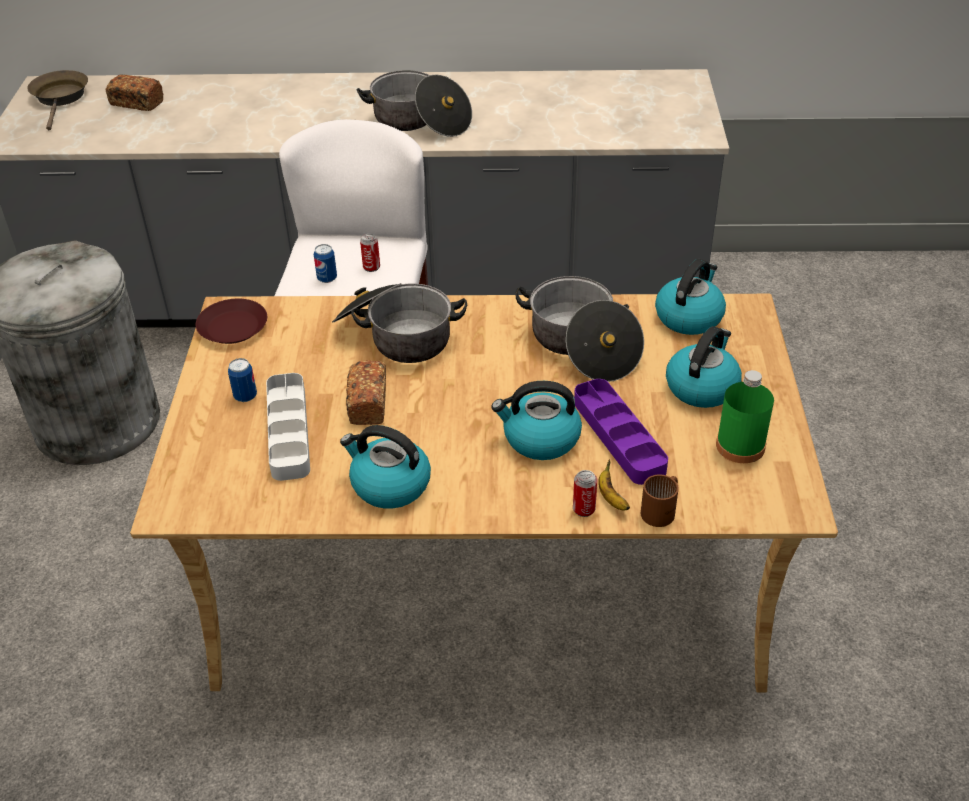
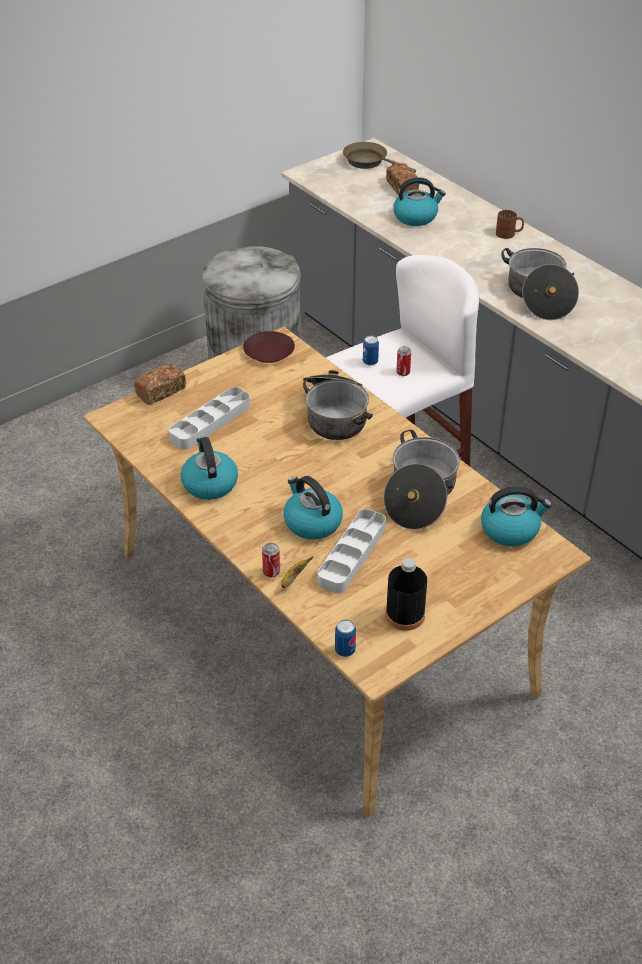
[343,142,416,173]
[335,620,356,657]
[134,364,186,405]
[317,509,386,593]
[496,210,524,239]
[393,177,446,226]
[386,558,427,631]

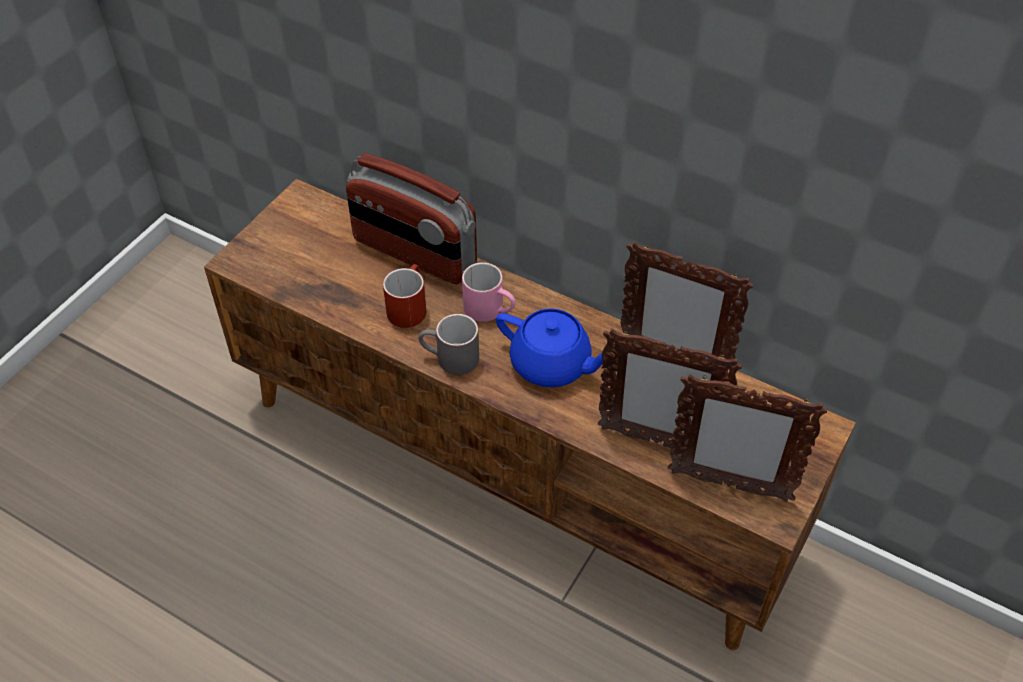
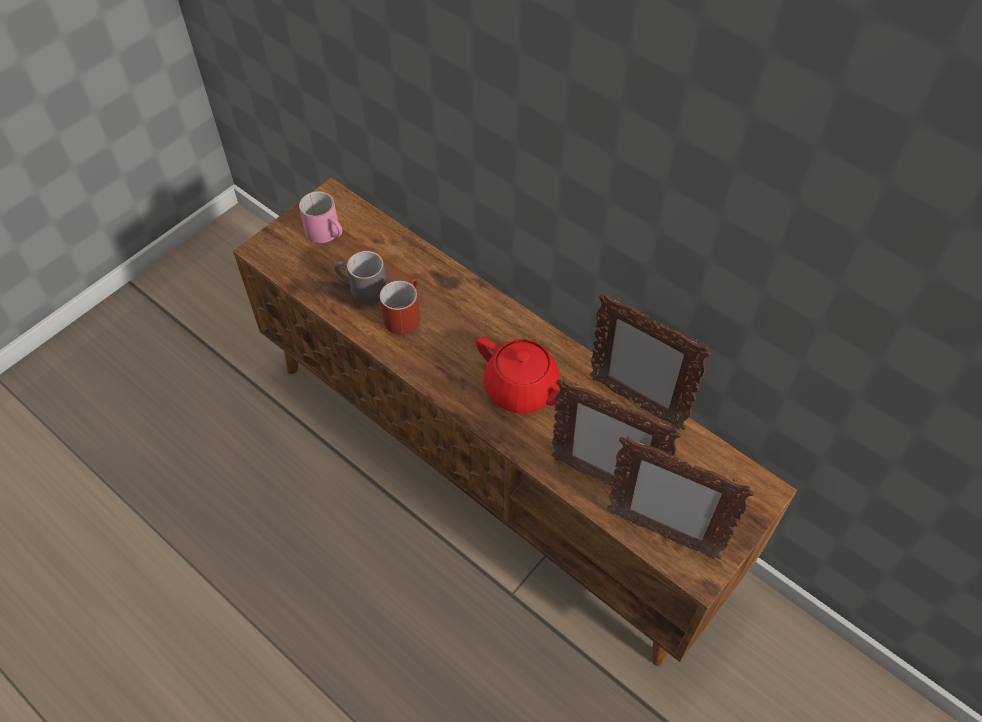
[346,153,477,285] (first image)
[334,251,387,304]
[299,191,342,243]
[476,337,560,413]

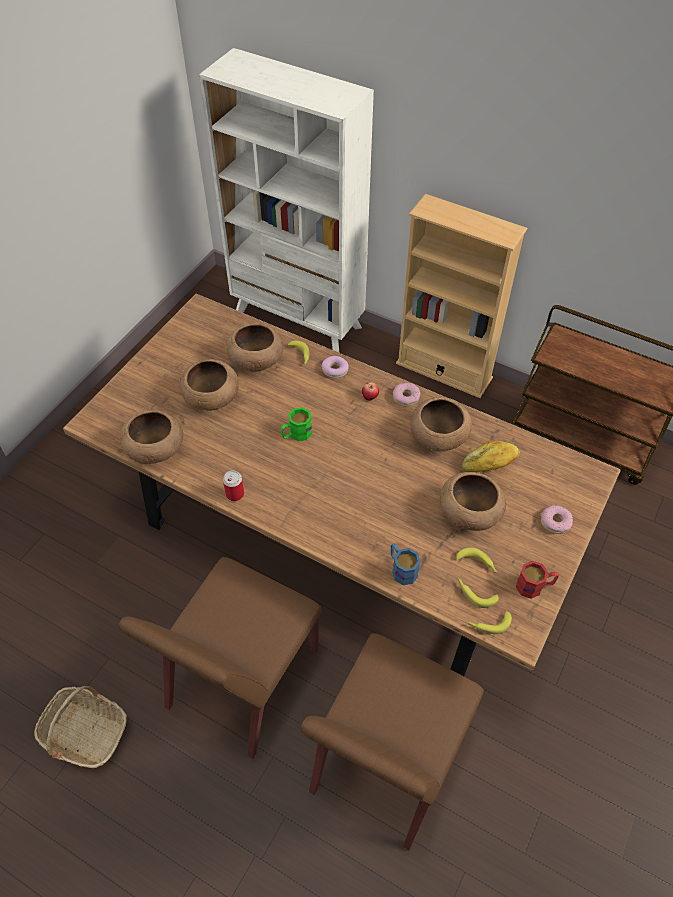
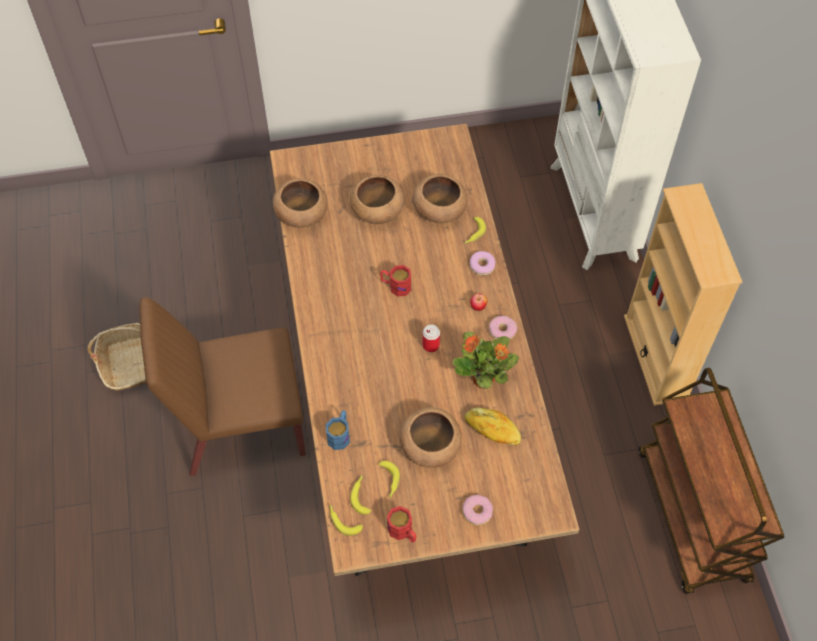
[422,324,440,352]
[380,265,411,297]
[300,633,484,850] (first image)
[453,332,519,389]

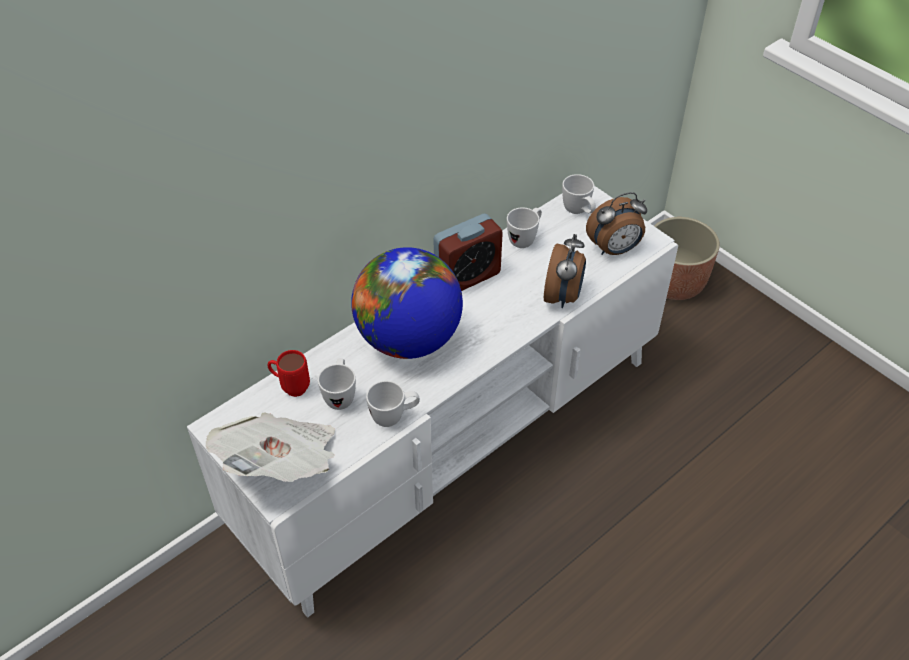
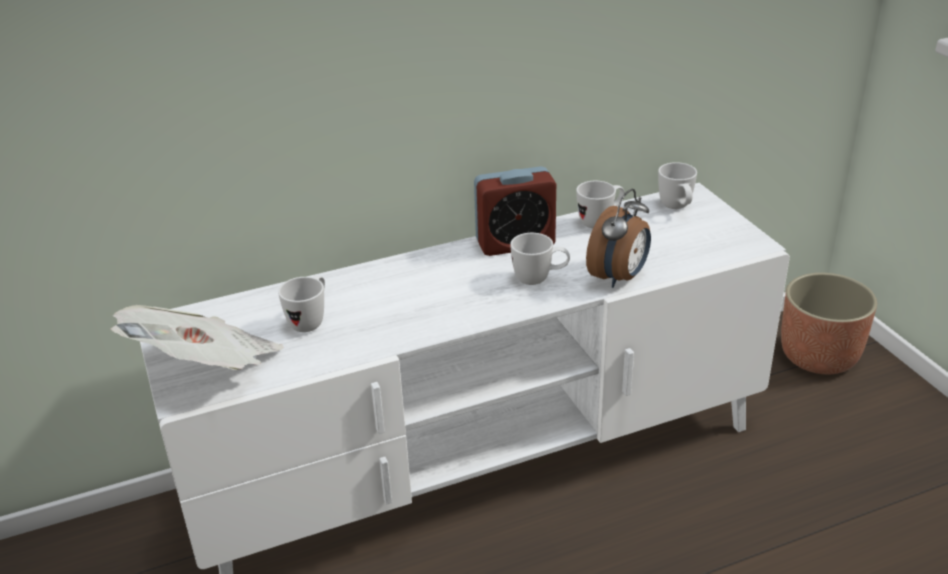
[268,350,310,397] (first image)
[351,247,463,359] (first image)
[510,233,570,285]
[586,192,647,255] (first image)

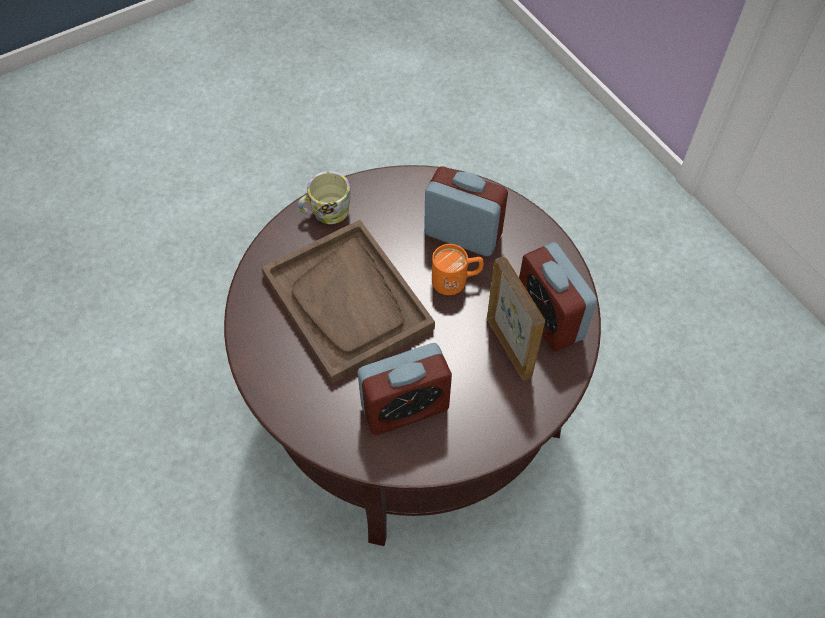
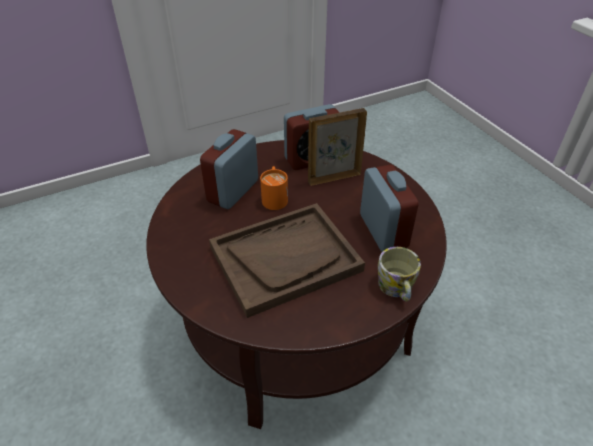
[378,247,421,301]

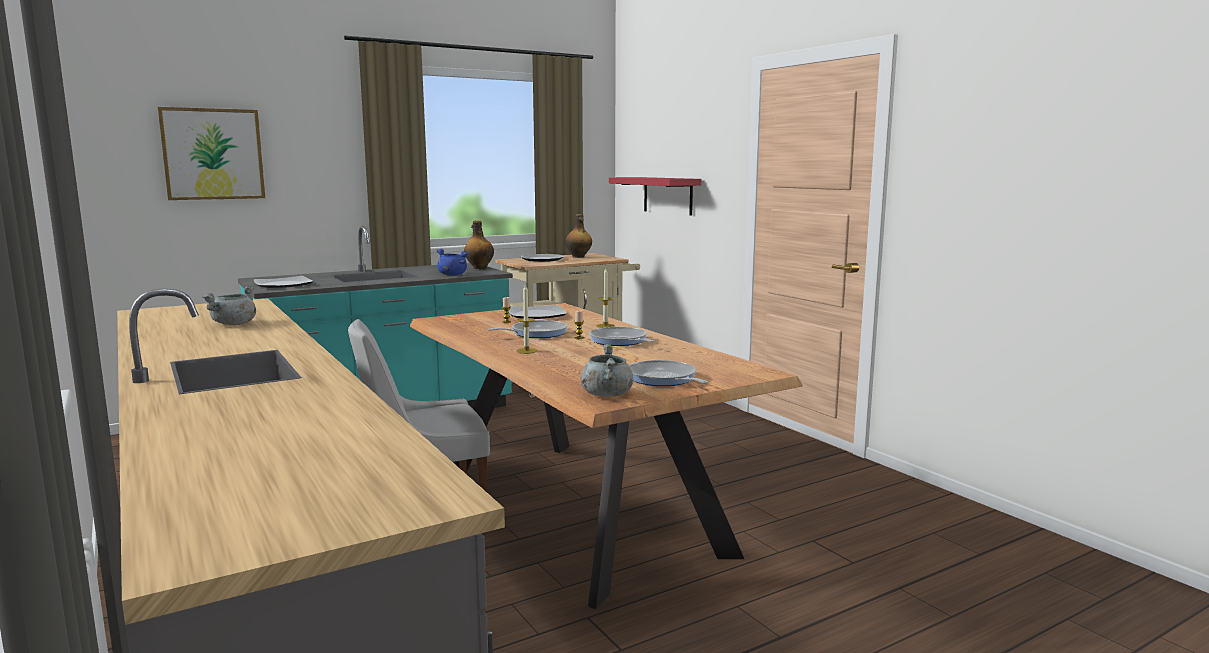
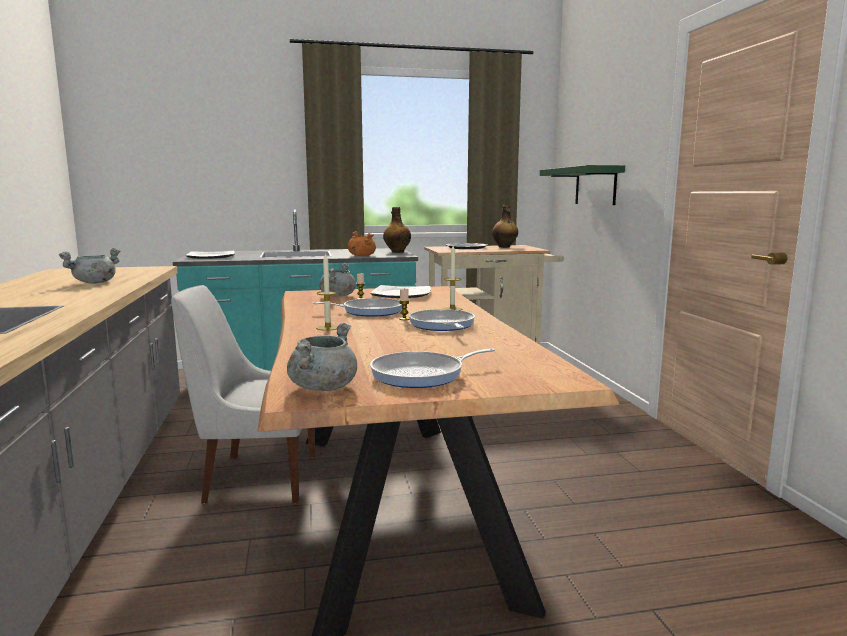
[158,107,265,200] (first image)
[348,231,376,256]
[540,165,625,205]
[370,348,495,388]
[319,263,356,297]

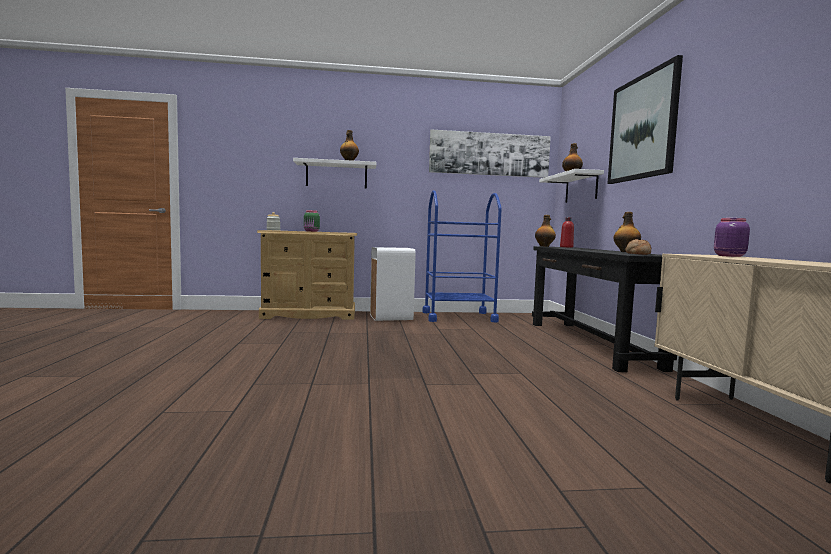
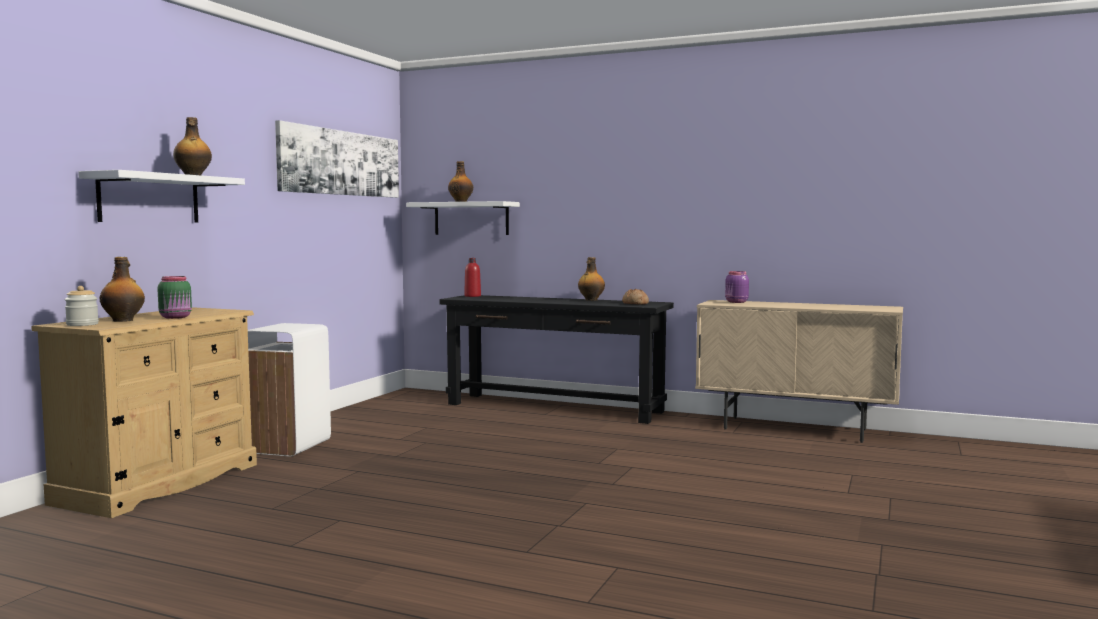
[422,190,502,323] (first image)
[100,257,145,322]
[608,55,683,184] (first image)

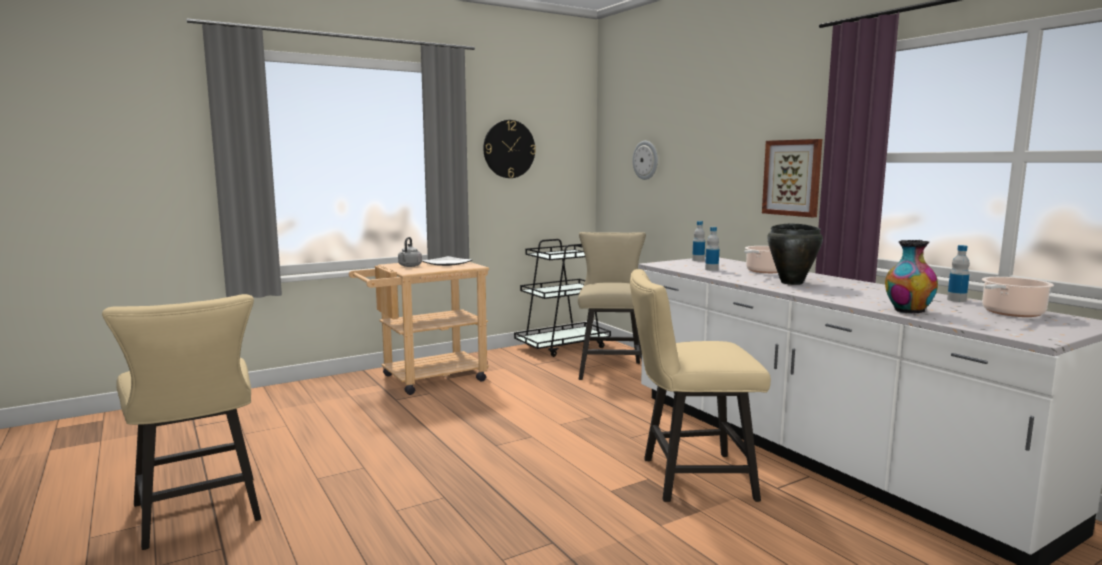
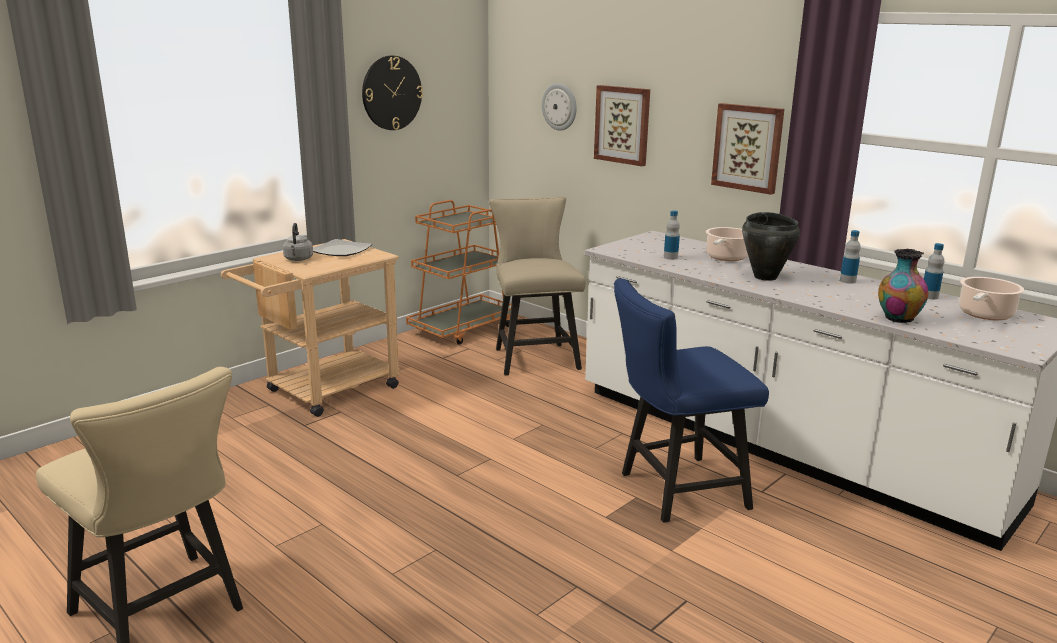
[406,200,511,345]
[614,279,769,523]
[840,230,861,284]
[594,85,650,166]

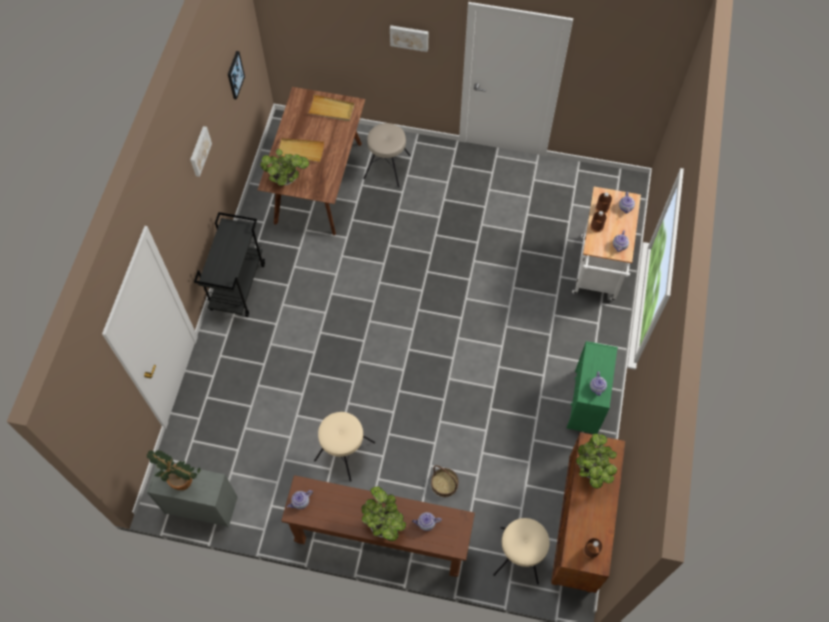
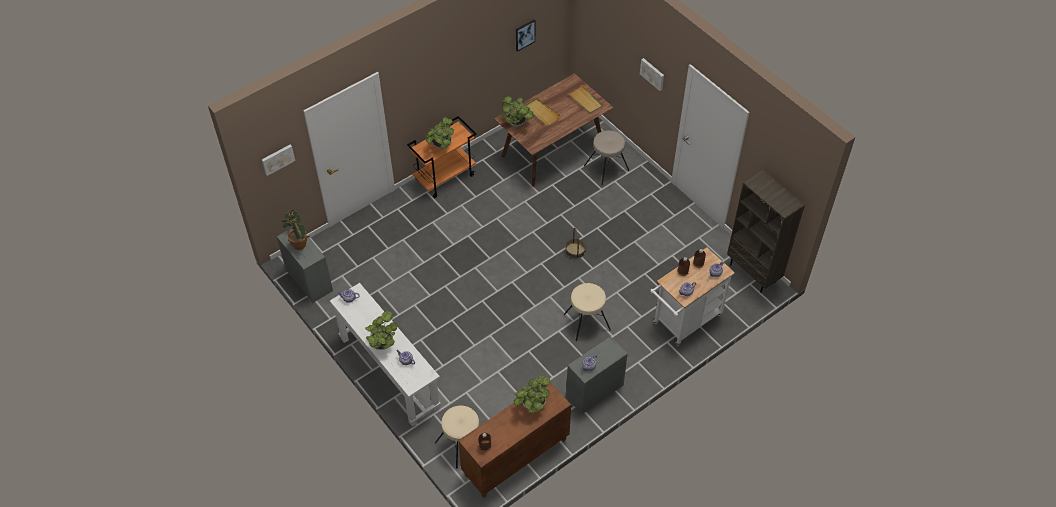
[262,145,295,176]
[407,116,477,198]
[330,283,441,426]
[564,283,611,341]
[565,227,586,259]
[566,336,628,415]
[426,117,454,149]
[727,170,805,293]

